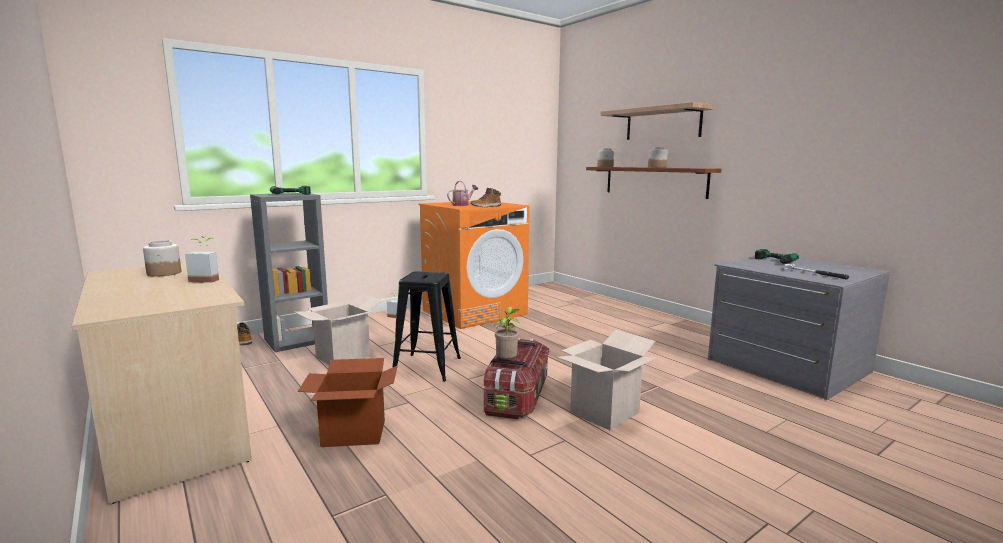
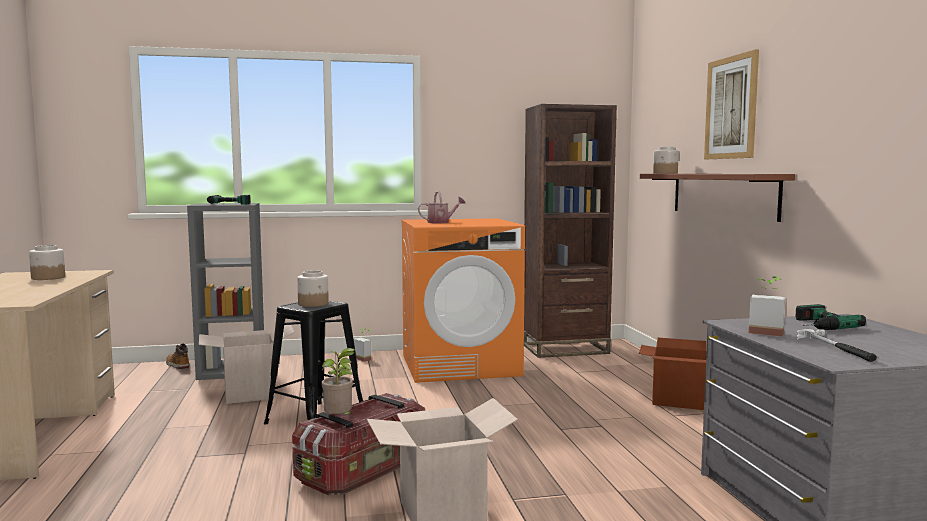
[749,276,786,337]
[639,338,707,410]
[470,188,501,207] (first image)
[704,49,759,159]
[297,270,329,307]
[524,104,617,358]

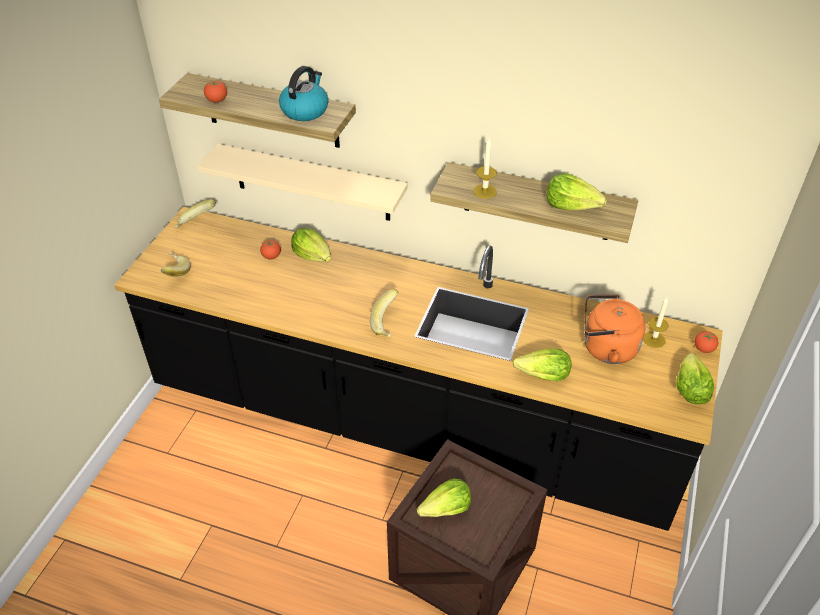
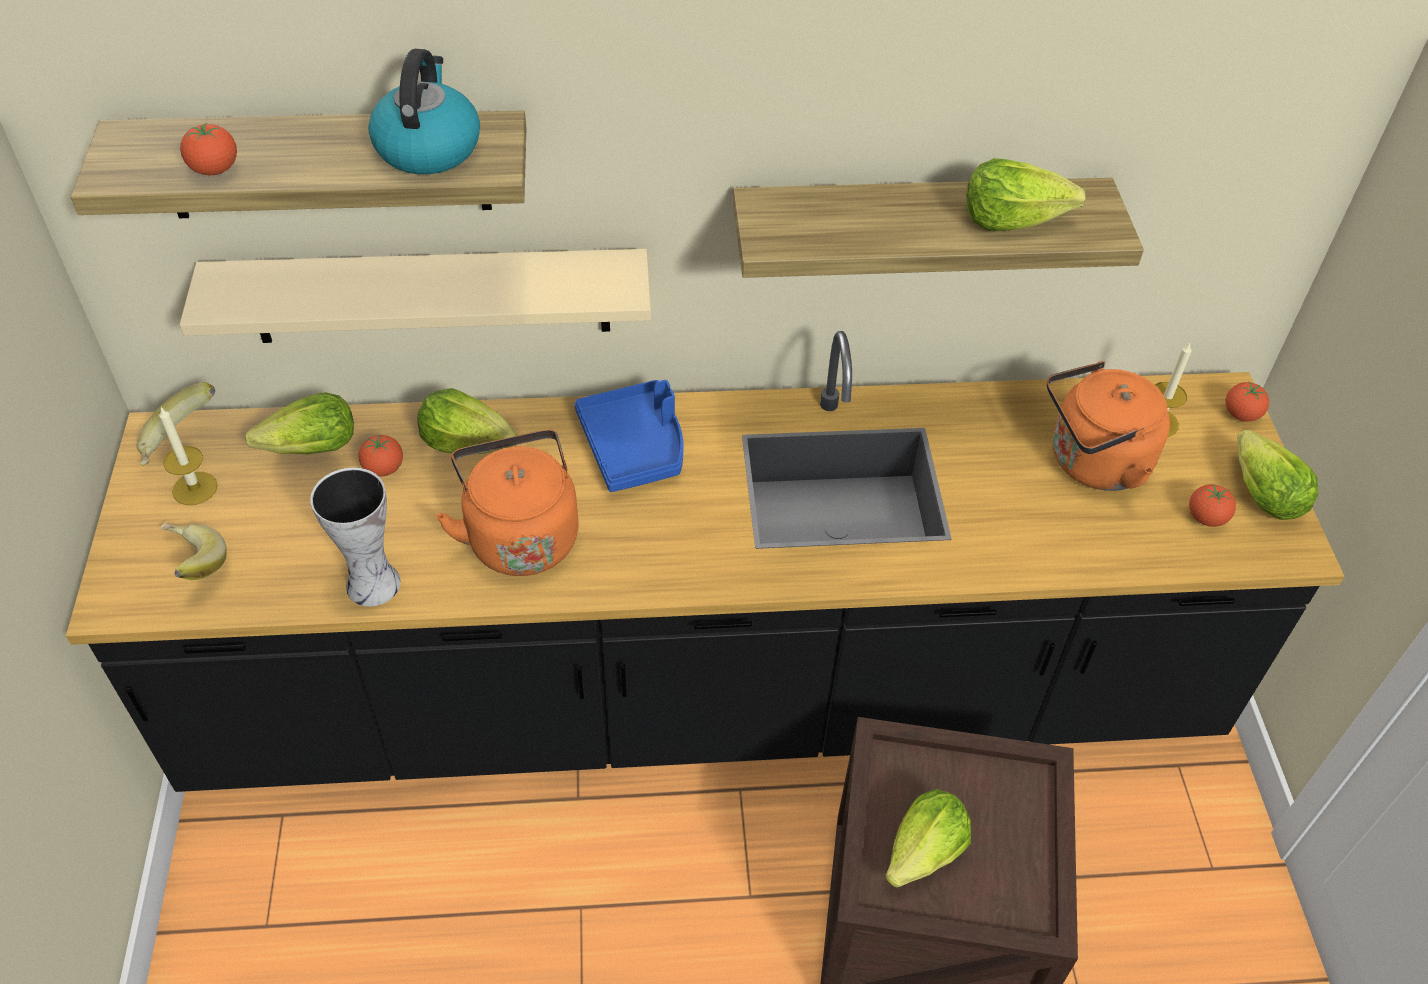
[370,289,399,338] (first image)
[159,407,218,505]
[245,392,354,454]
[310,468,401,607]
[436,430,579,576]
[574,380,684,492]
[1189,484,1236,527]

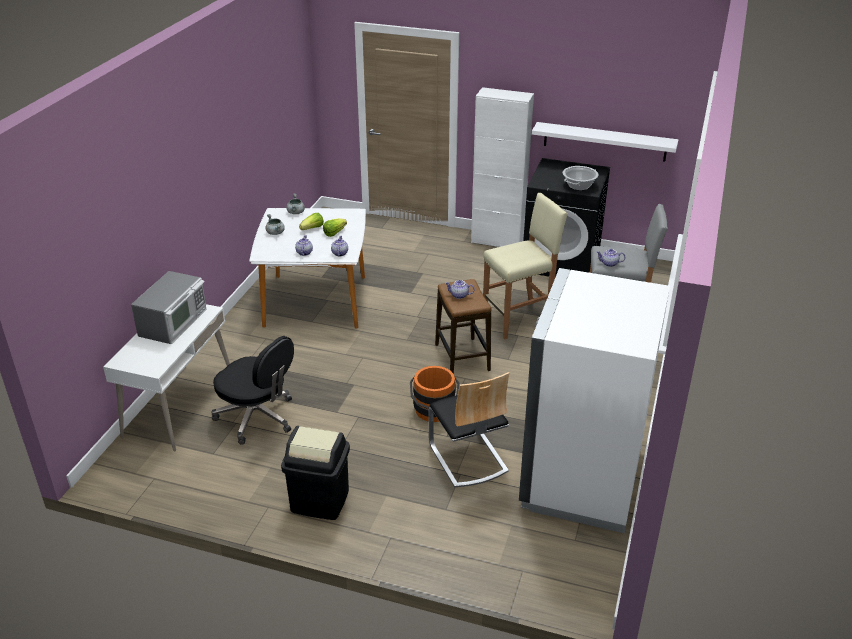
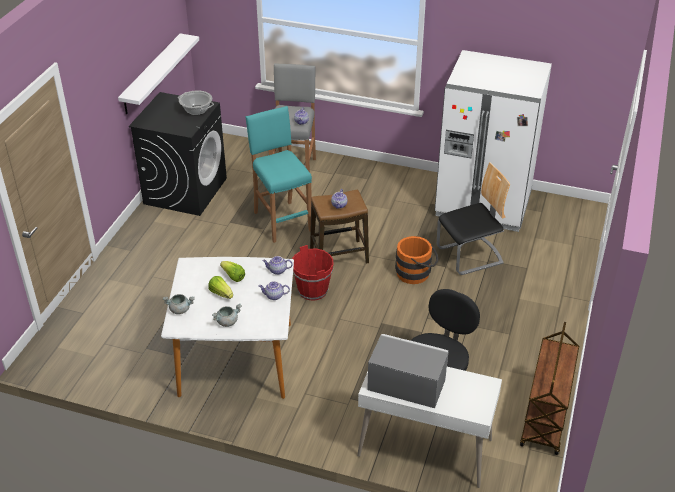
[281,426,350,520] (first image)
[471,87,534,247] (first image)
[245,106,312,243]
[292,245,334,301]
[520,322,579,455]

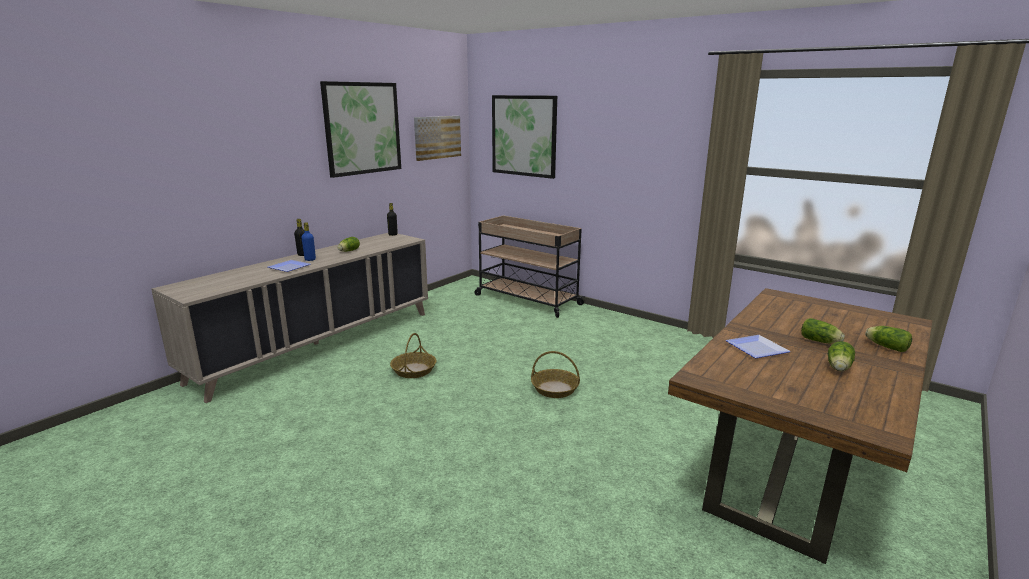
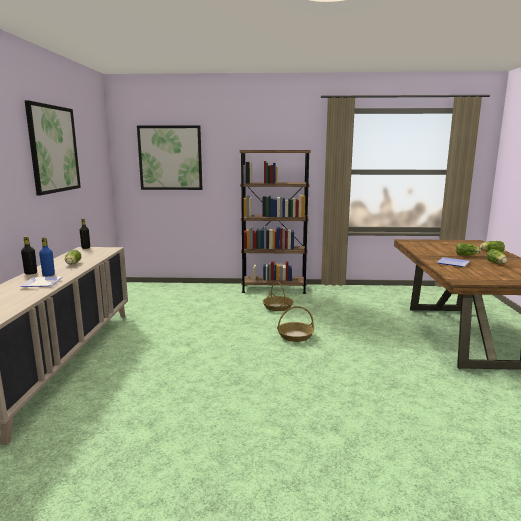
[262,281,294,311]
[414,116,461,161] (first image)
[474,215,585,318] (first image)
[240,150,311,294]

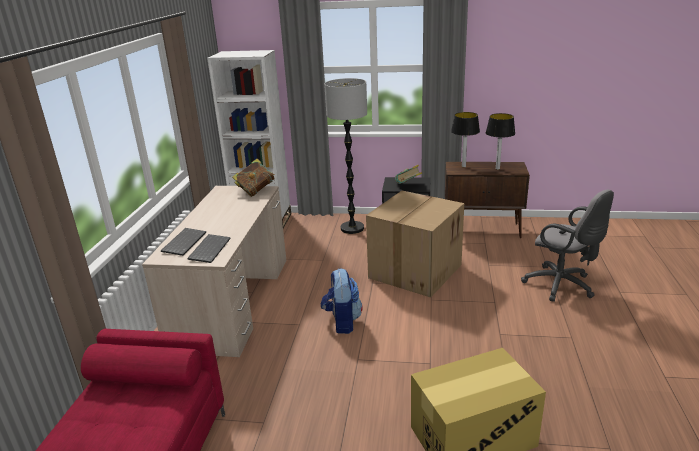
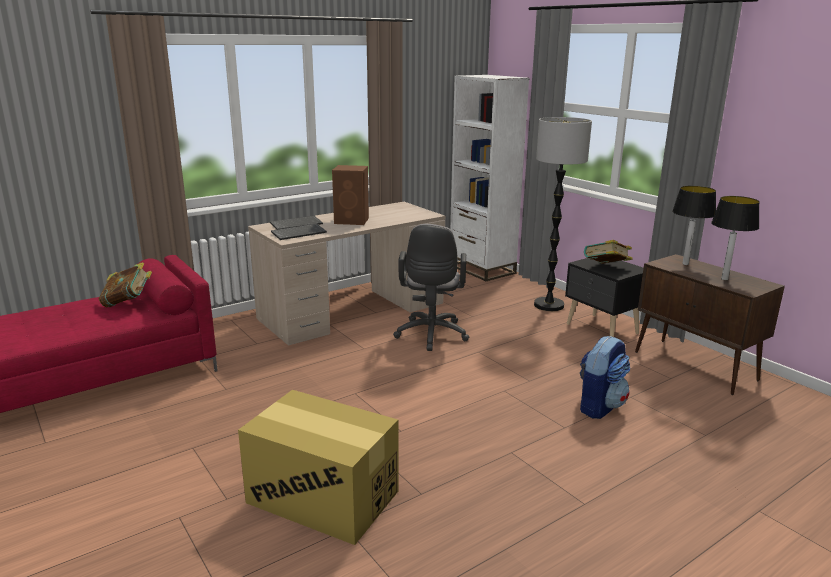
[99,262,152,307]
[580,336,630,419]
[366,191,464,297] (first image)
[393,224,469,351]
[332,165,369,225]

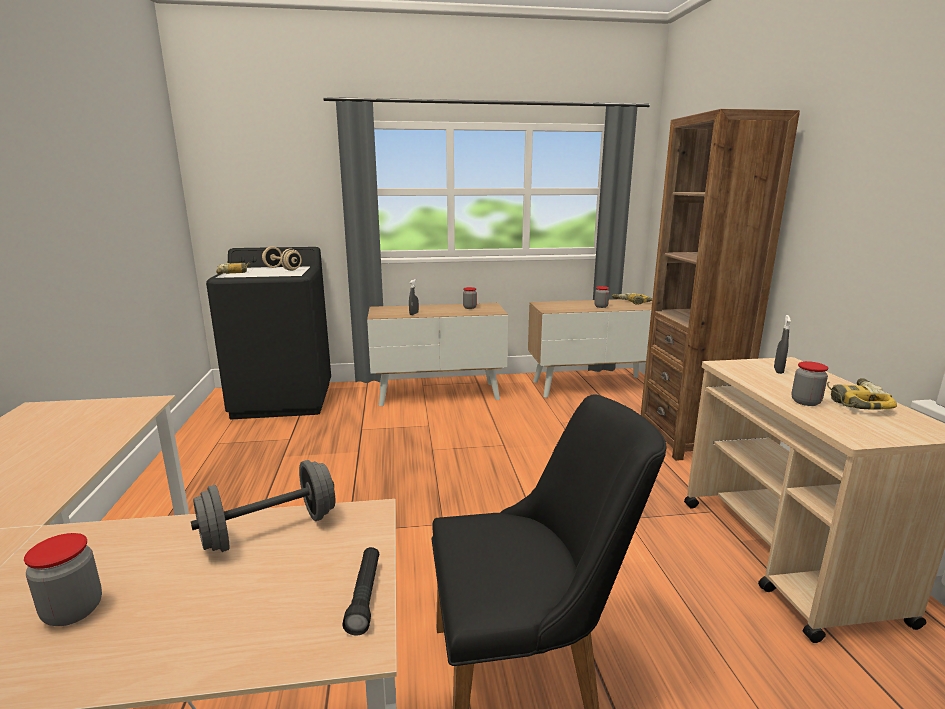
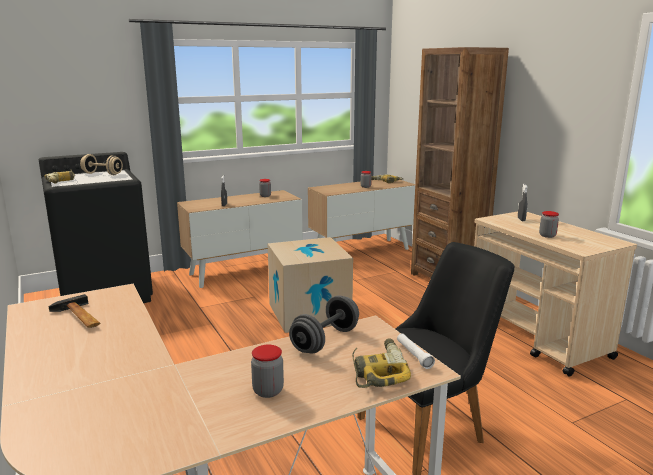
[397,333,435,369]
[352,338,411,388]
[49,294,101,328]
[268,237,353,333]

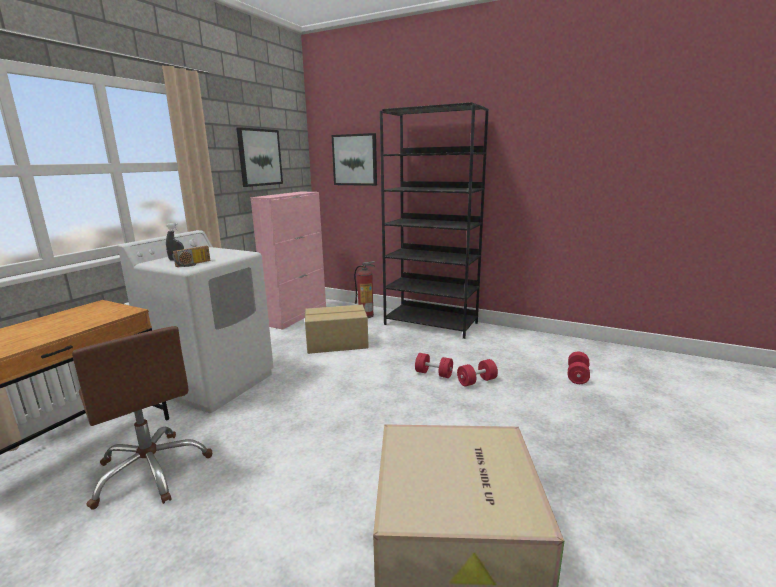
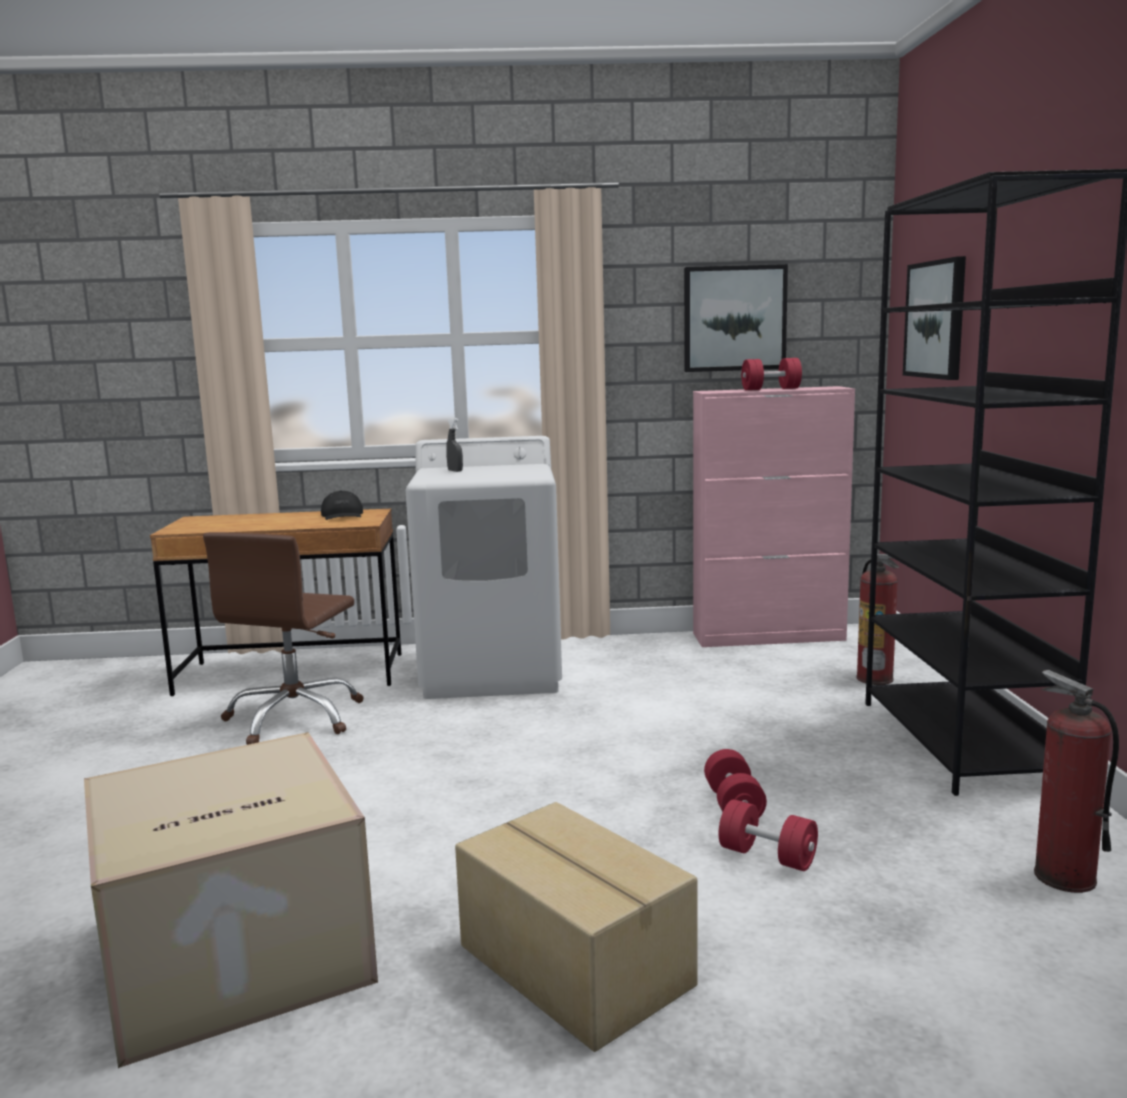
[172,246,210,267] (first image)
[455,802,697,1052]
[741,358,802,390]
[321,491,363,520]
[1034,670,1119,893]

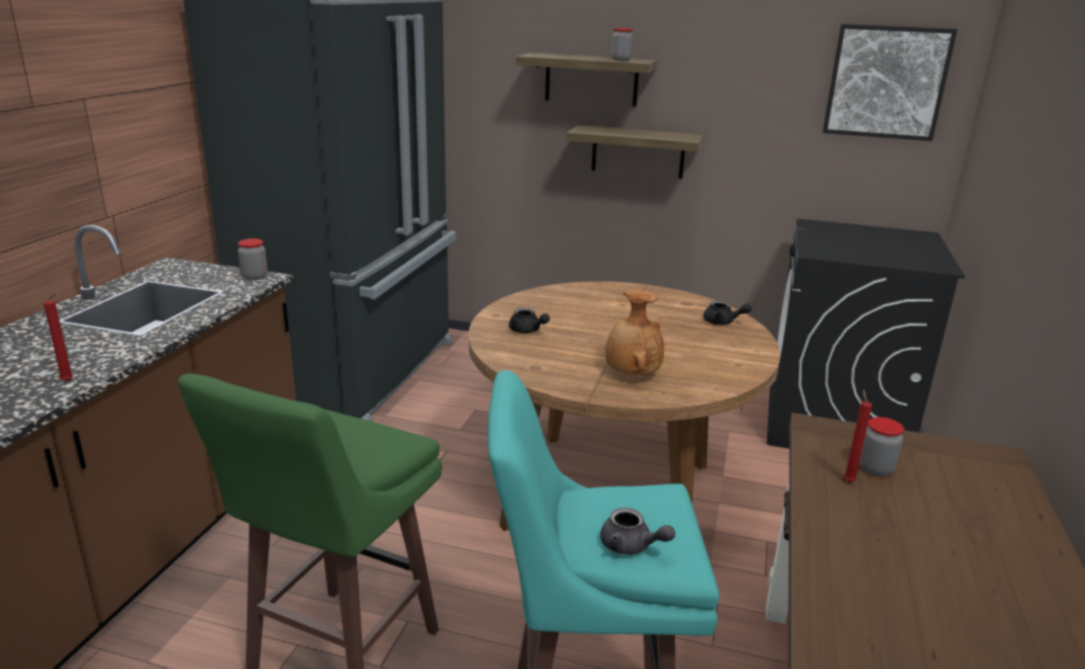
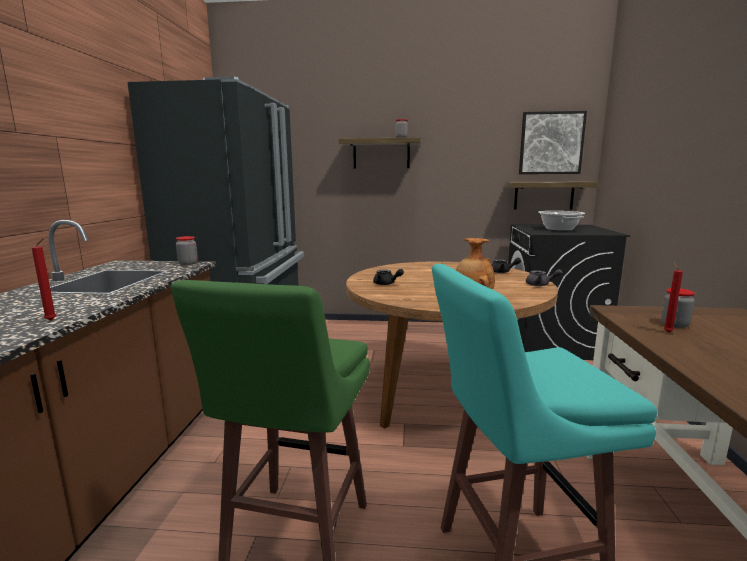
[505,182,598,210]
[526,269,563,286]
[538,211,585,231]

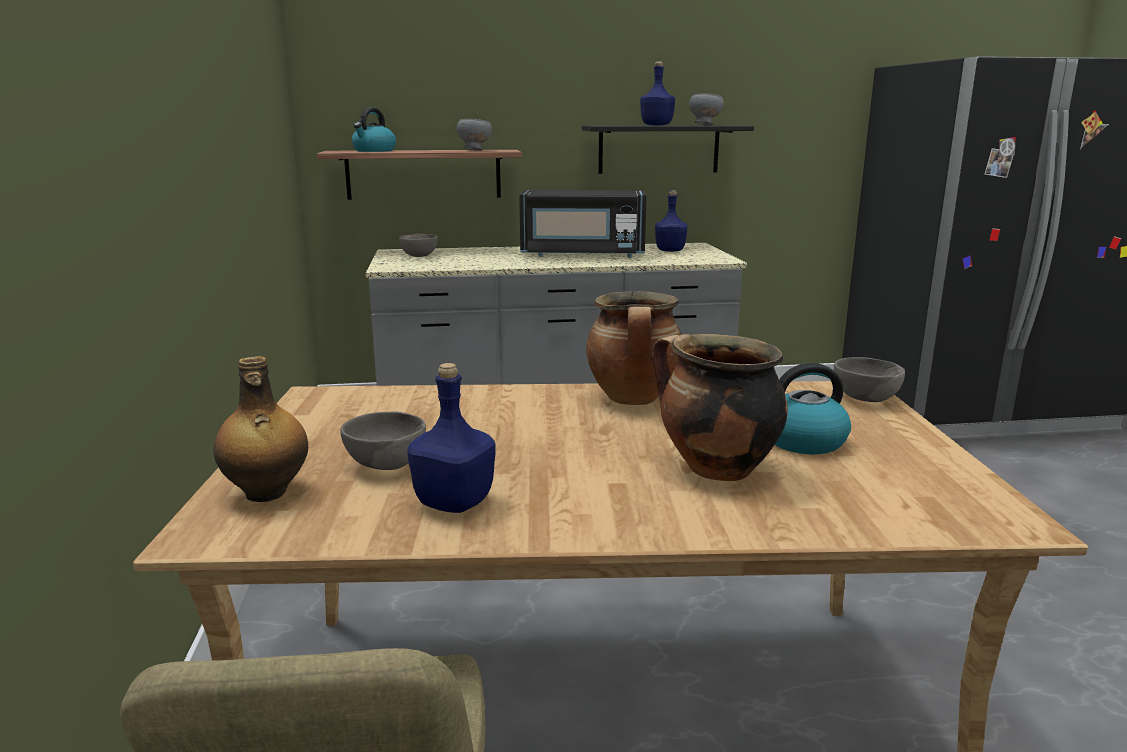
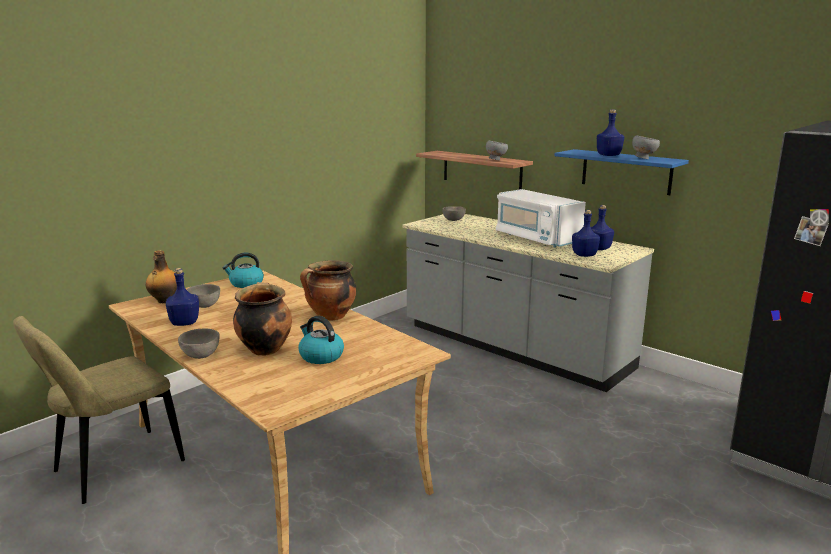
[223,253,264,288]
[496,189,586,247]
[554,149,689,195]
[178,329,220,359]
[572,210,600,257]

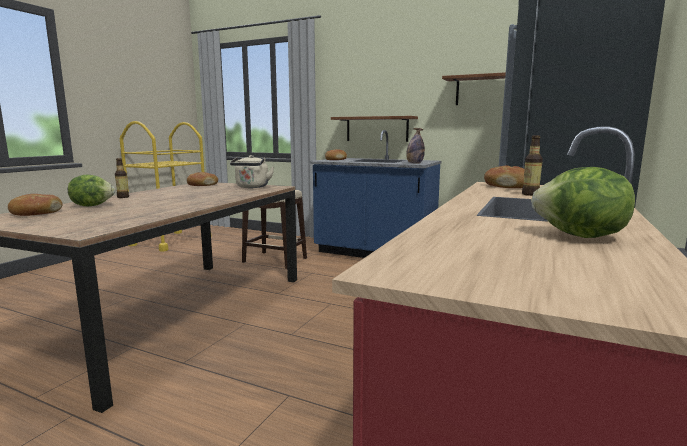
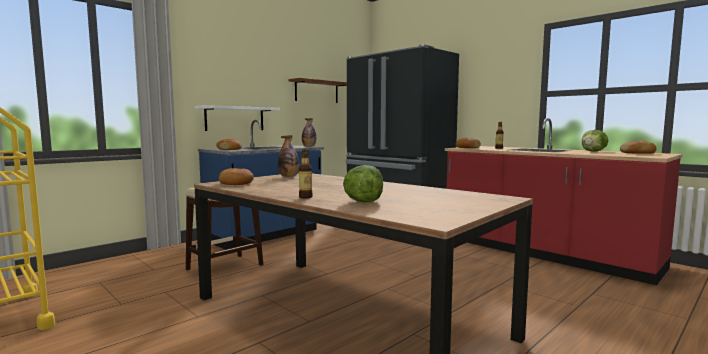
[620,141,657,154]
[278,135,299,177]
[195,105,280,131]

